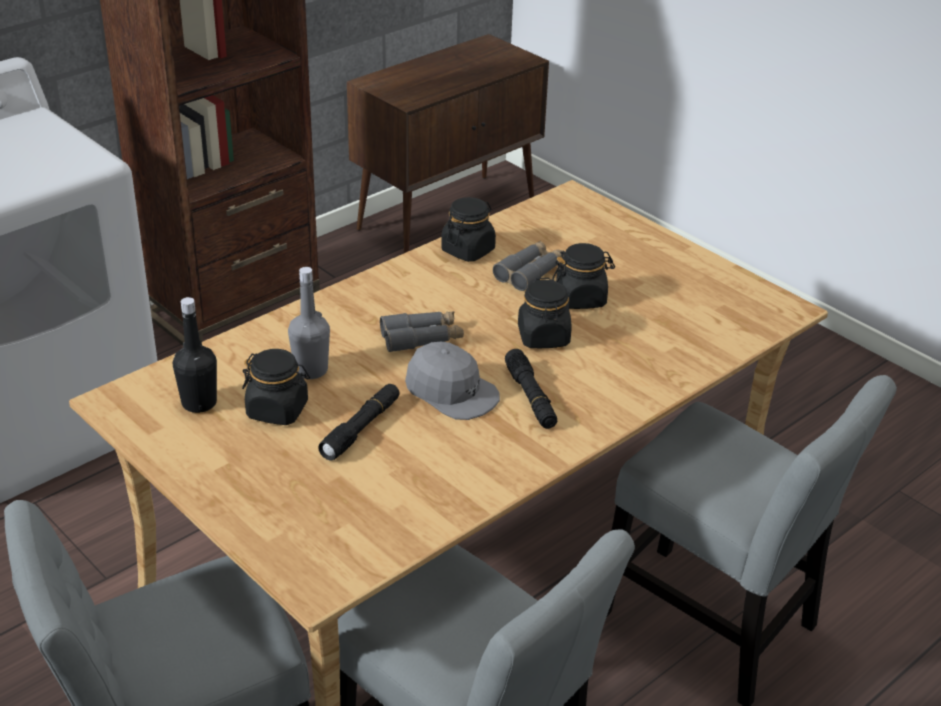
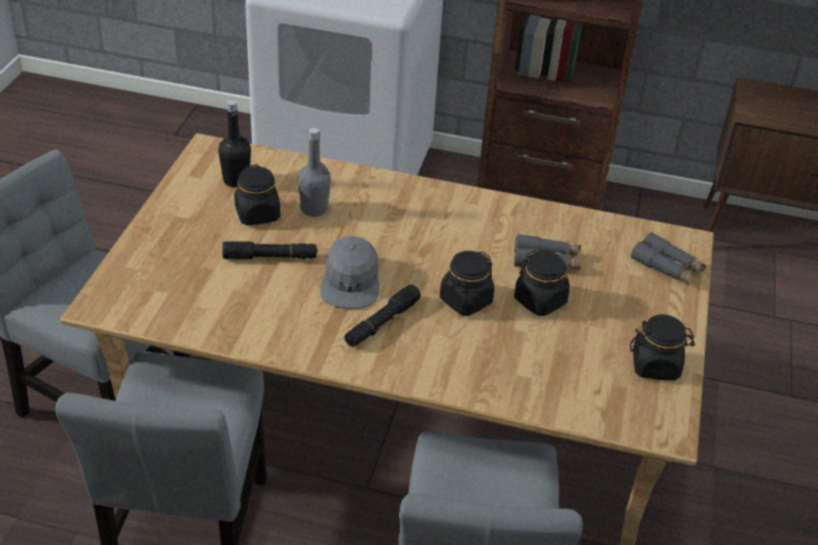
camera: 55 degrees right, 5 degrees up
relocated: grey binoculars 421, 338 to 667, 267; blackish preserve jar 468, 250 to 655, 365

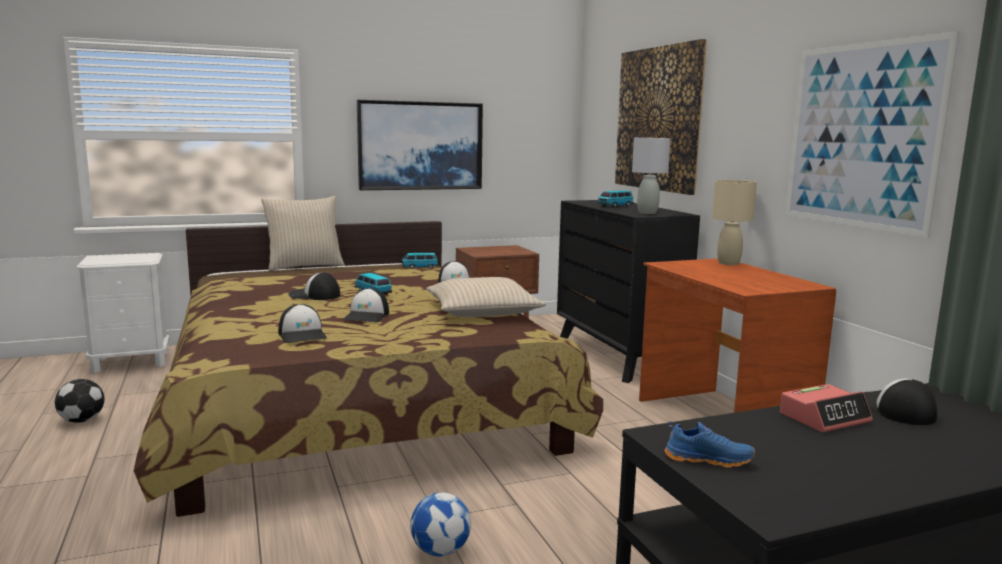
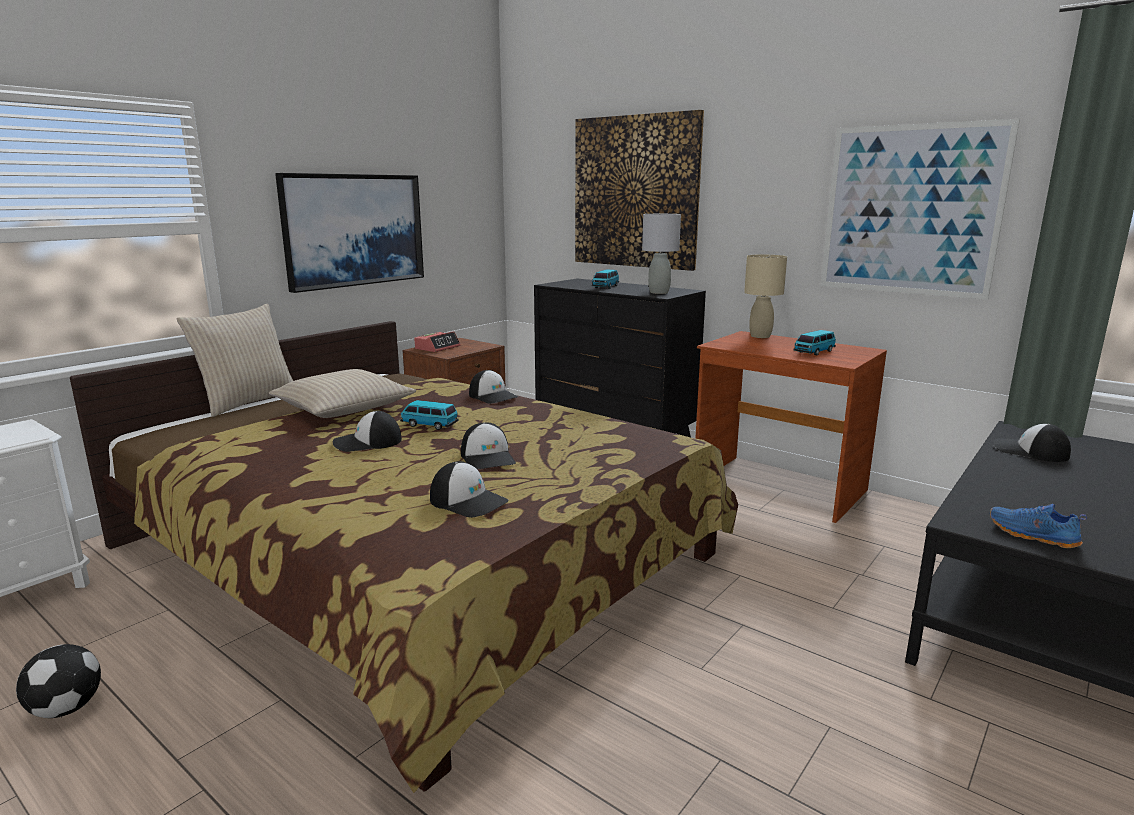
camera: 30 degrees left, 5 degrees up
missing: football ball 440, 551
relocated: miniature car 419, 267 to 814, 352; beige pillow 482, 311 to 343, 408; table clock 824, 418 to 437, 347
spun: bluish item of footwear 708, 459 = 1032, 535 120 degrees counterclockwise

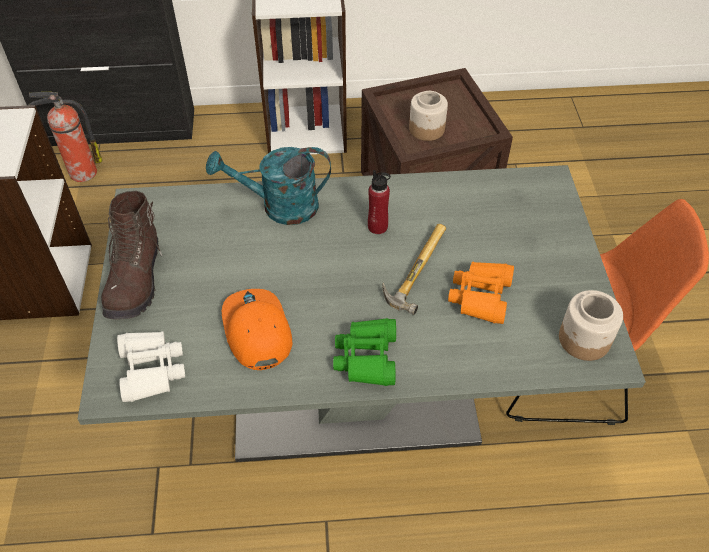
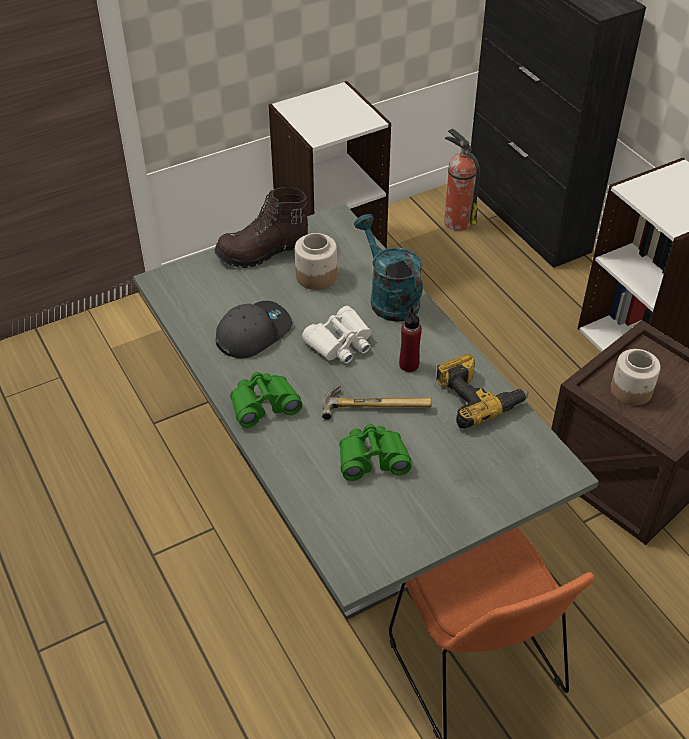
camera: 65 degrees right, 5 degrees down
appeared: power drill 477, 397
relocated: white-coloured binoculars 151, 370 to 340, 343; preserve jar 584, 340 to 315, 276
colour: orange-coloured peaked cap 256, 331 to grey peaked cap 253, 332; orange-coloured binoculars 481, 296 to green binoculars 372, 458

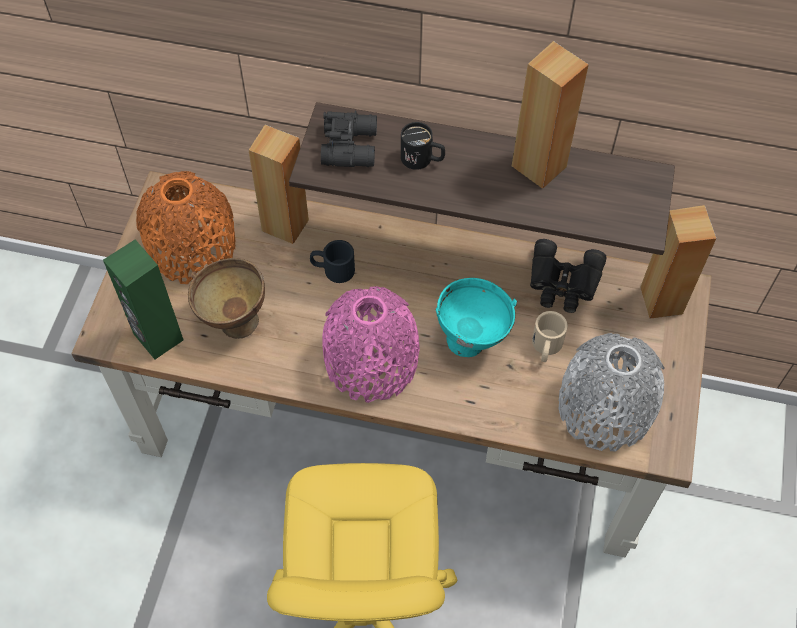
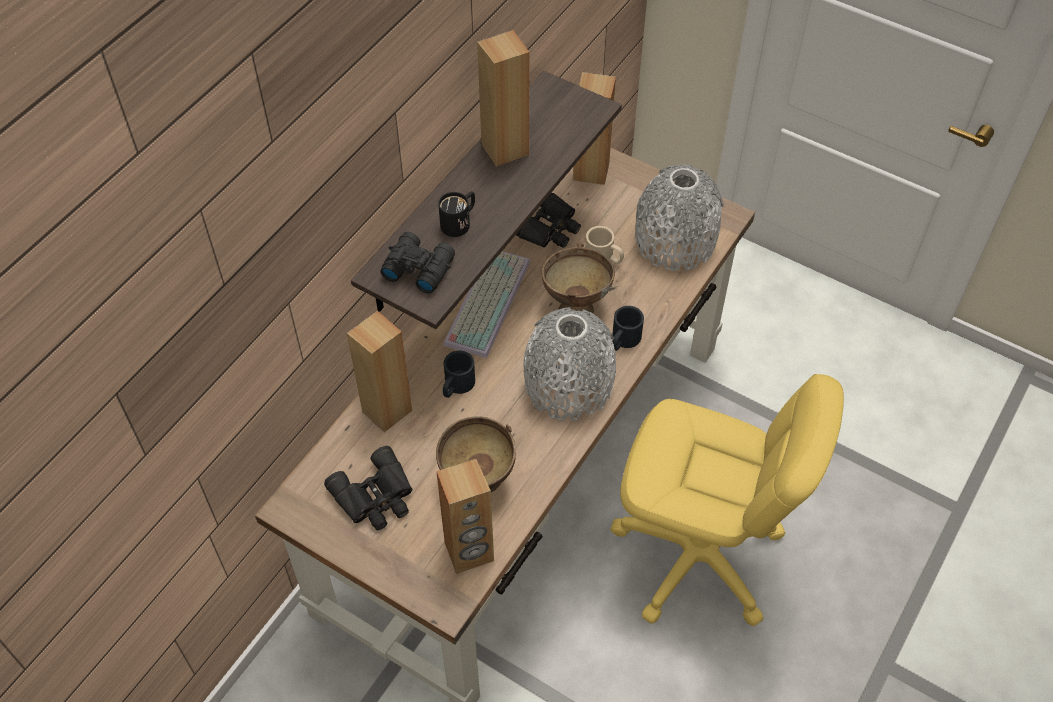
camera: 70 degrees left, 5 degrees down
appeared: PC keyboard 486, 300; blackish coffee mug 623, 341
exchanged: orange-coloured vase 192, 248 to blackish binoculars 376, 497
colour: green loudspeaker 158, 337 to brownish loudspeaker 469, 552; pinkish vase 371, 362 to grey vase 568, 384; blue-green deep dish 473, 339 to brownish deep dish 576, 304

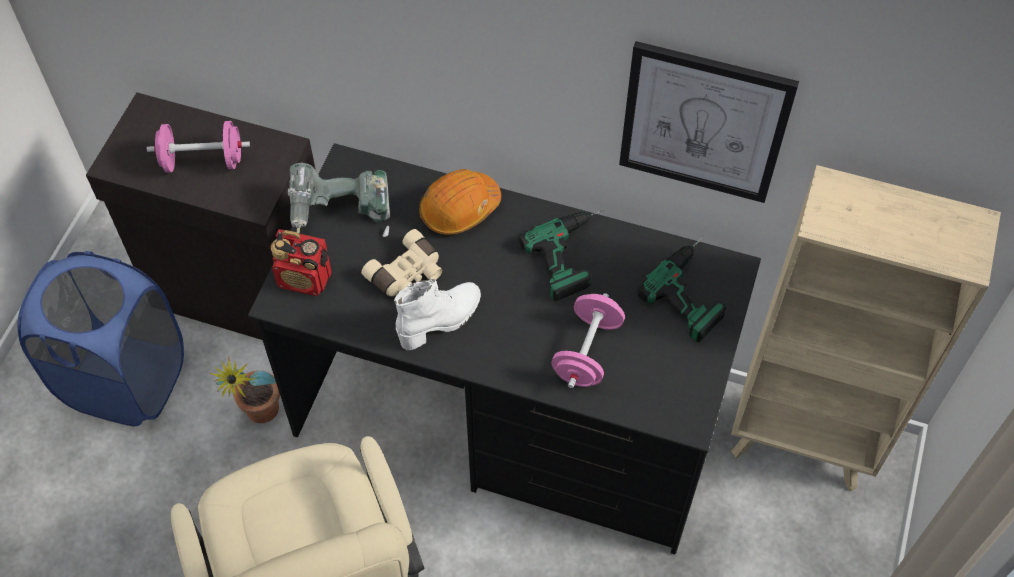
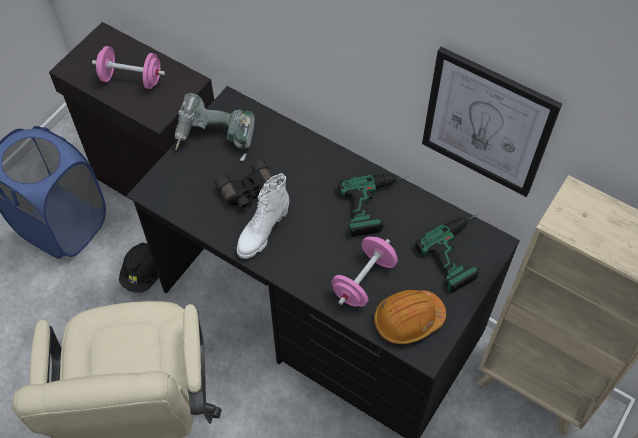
camera: 15 degrees right, 0 degrees up
missing: radio 305, 279
relocated: orange-coloured work helmet 459, 209 to 408, 320
exchanged: houseplant 259, 418 to blackish work helmet 144, 273
colour: beige binoculars 407, 275 to blackish binoculars 249, 192
spun: white-coloured tall boot 441, 321 = 262, 232 150 degrees clockwise

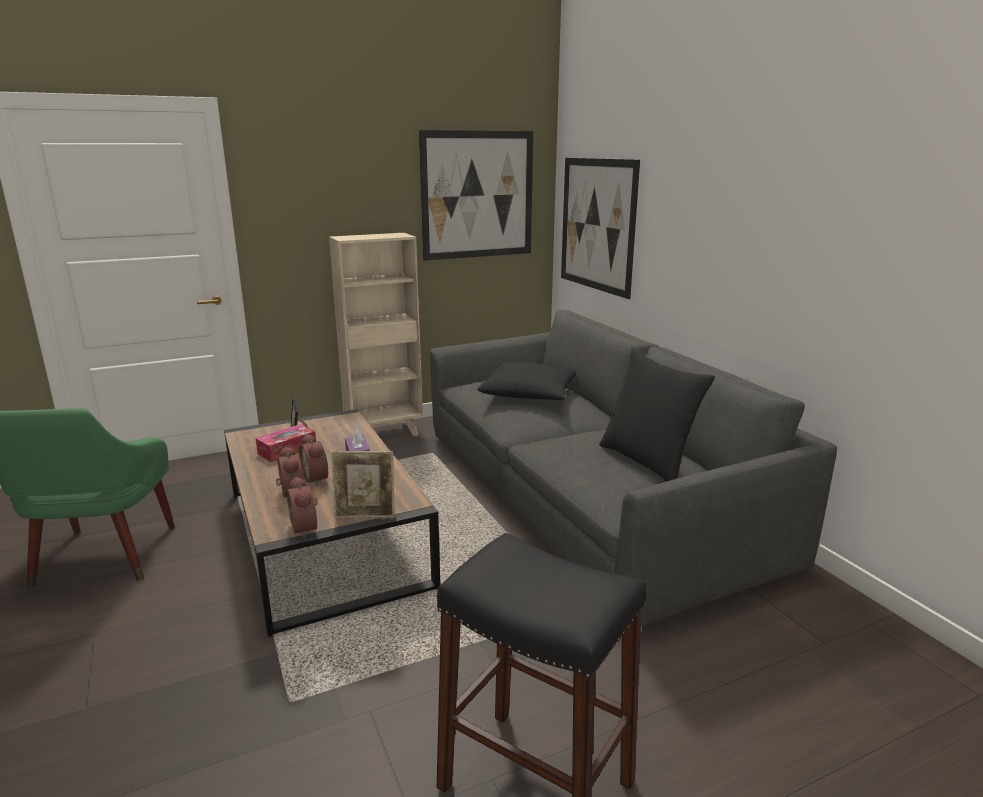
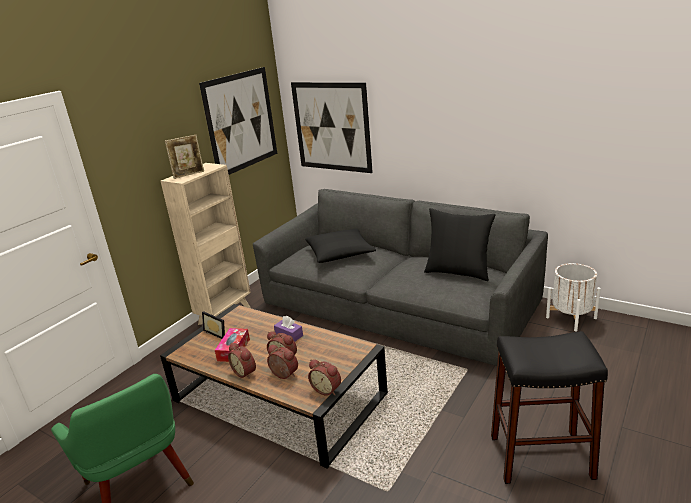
camera: 30 degrees left, 5 degrees up
appeared: table clock 245, 372; white-coloured plant pot 571, 318
relocated: picture frame 365, 516 to 189, 174

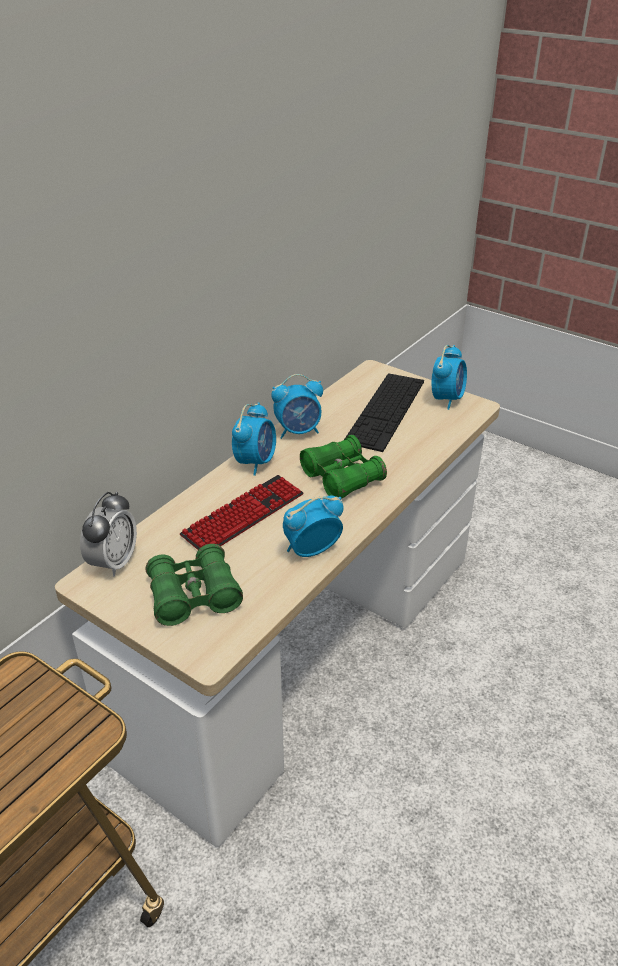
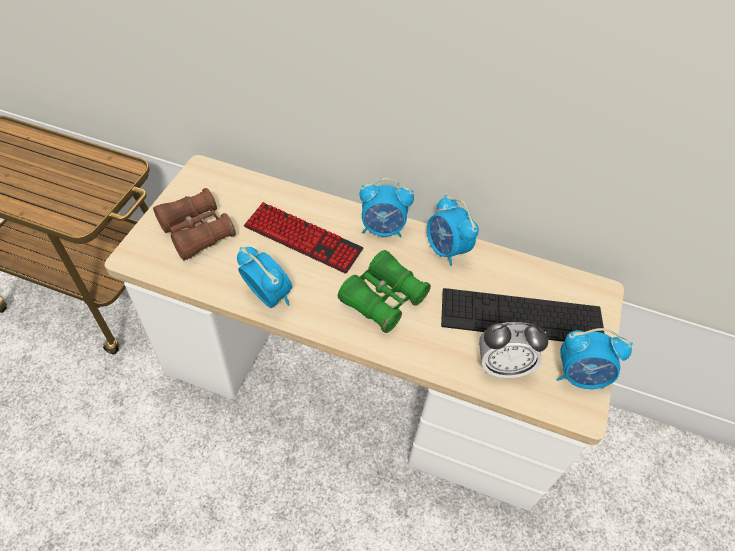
camera: 70 degrees right, 15 degrees up
relocated: table clock 114, 562 to 502, 366
colour: green binoculars 194, 596 to brownish binoculars 196, 232

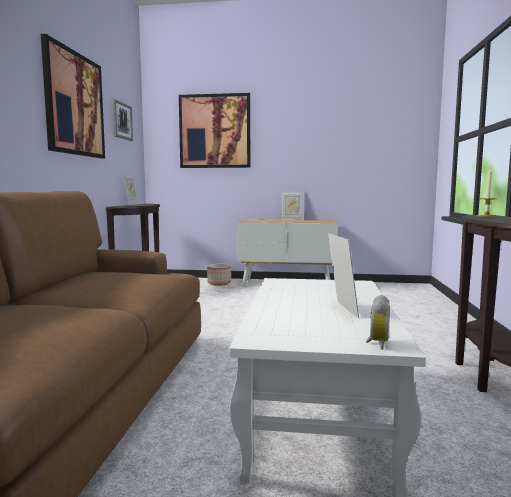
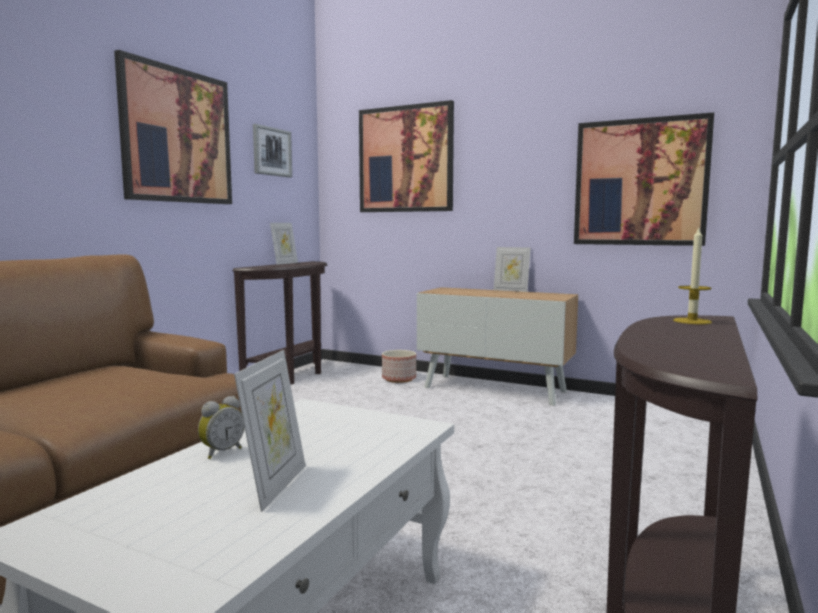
camera: 20 degrees right, 0 degrees up
appeared: wall art 640, 182
relocated: table clock 376, 343 to 221, 452

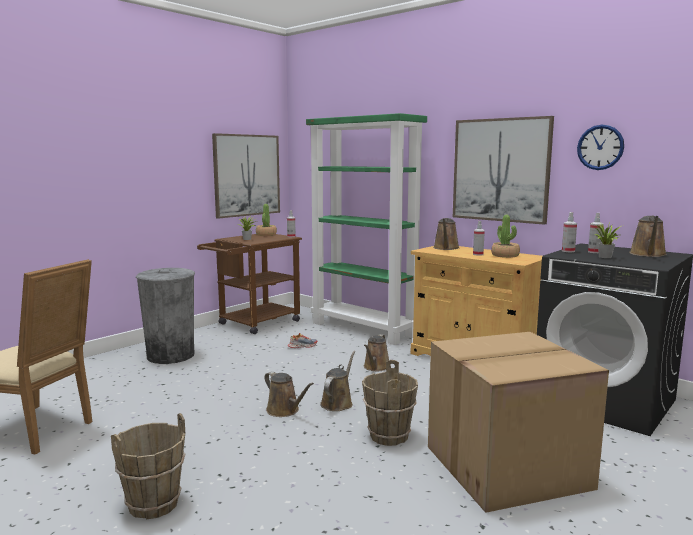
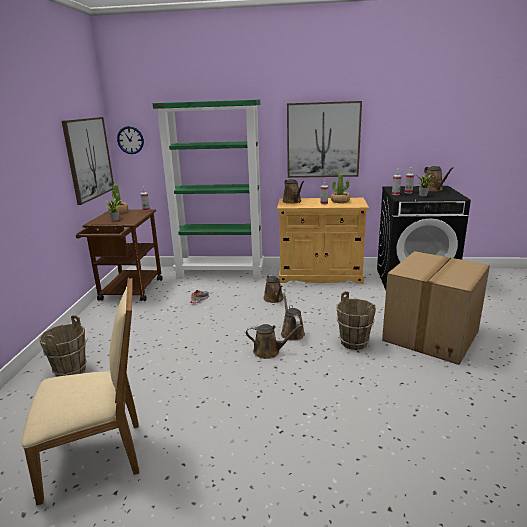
camera: 35 degrees left, 10 degrees up
missing: grey trash can 171, 355
relocated: brownish water bucket 153, 504 to 70, 371; hanging clock 600, 147 to 130, 140

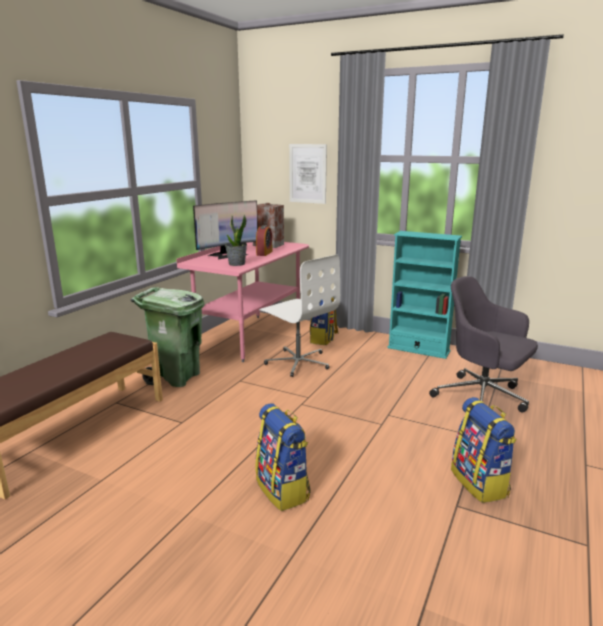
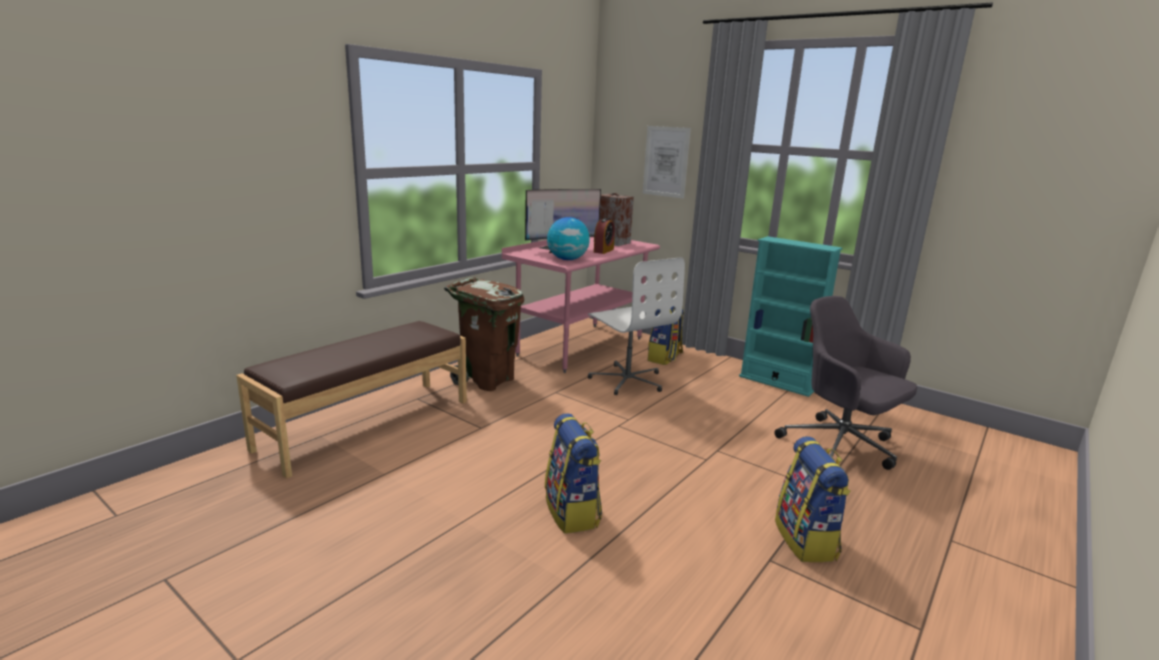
camera: 10 degrees right, 0 degrees up
exchanged: houseplant 236, 264 to desk globe 567, 259
colour: green trash can 176, 377 to brownish trash can 487, 380

